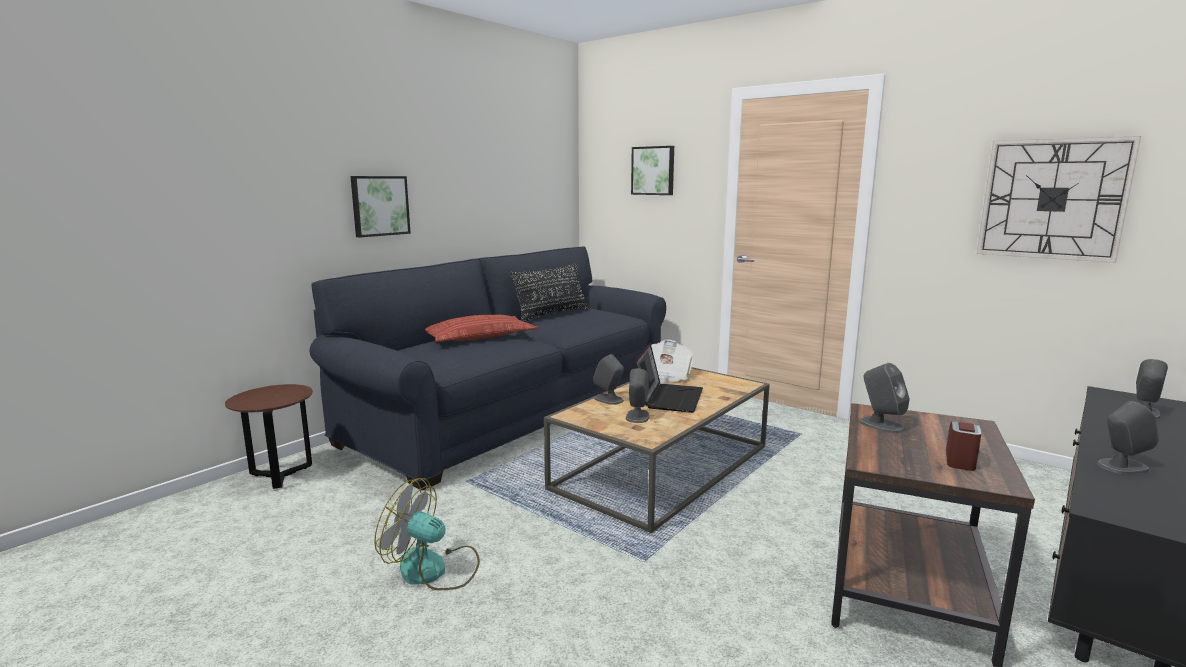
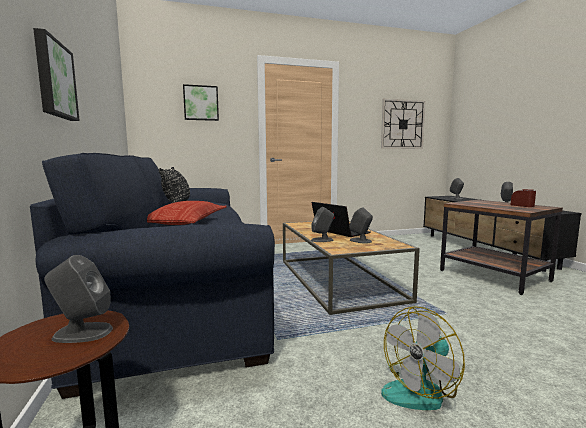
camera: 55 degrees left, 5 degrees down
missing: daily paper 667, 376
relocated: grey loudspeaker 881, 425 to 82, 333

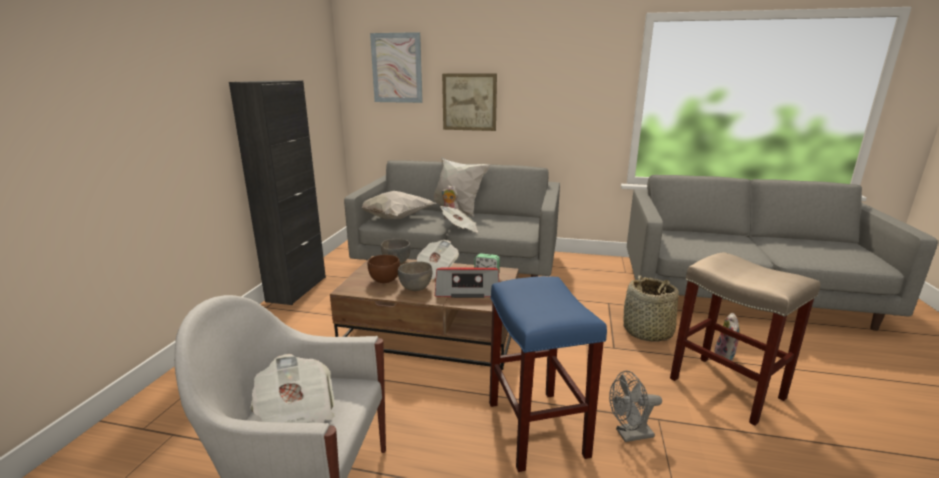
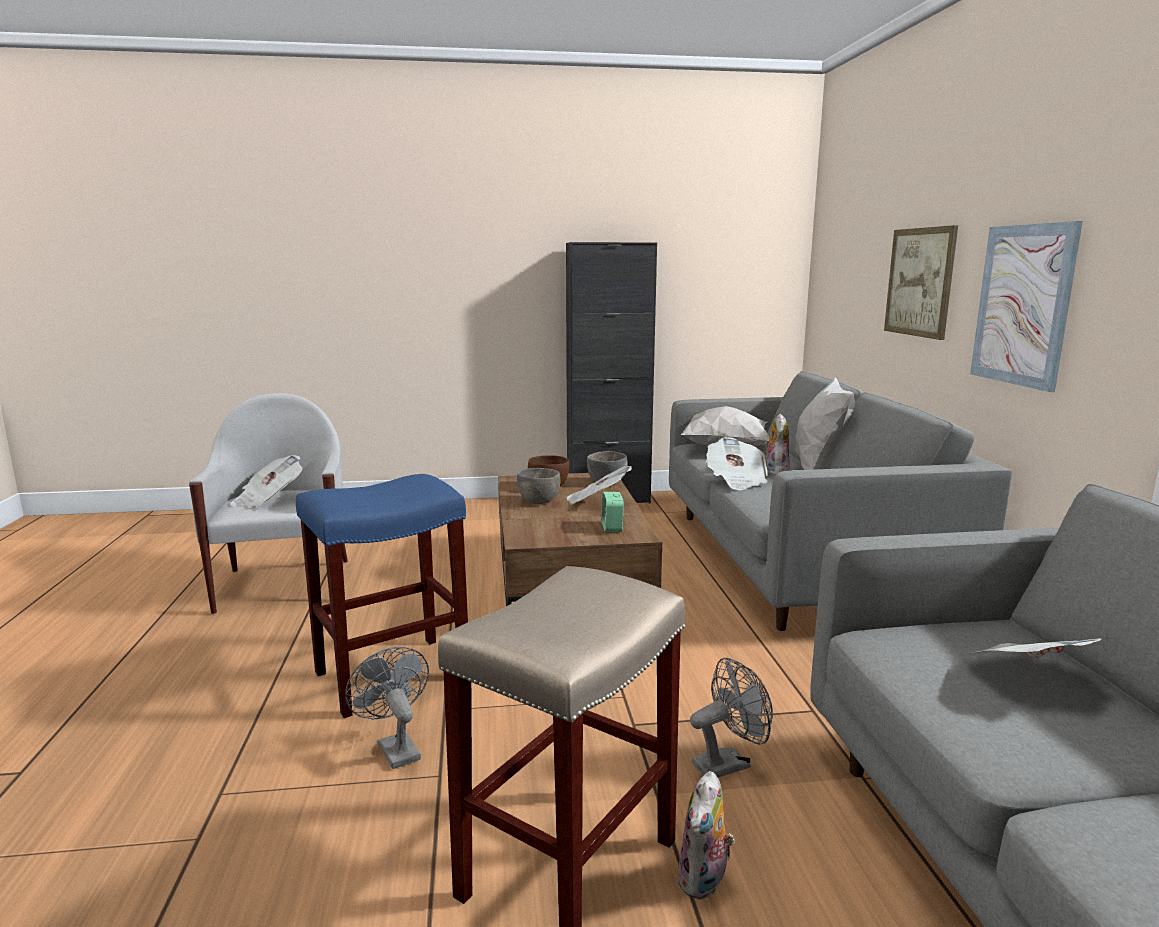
camera: 70 degrees right, 5 degrees down
missing: radio 467, 290
appeared: daily paper 1027, 676
relocated: wall art 397, 68 to 1022, 305
exchanged: household basket 647, 332 to grey fan 728, 763
spun: cuddly toy 726, 357 = 704, 881 60 degrees counterclockwise

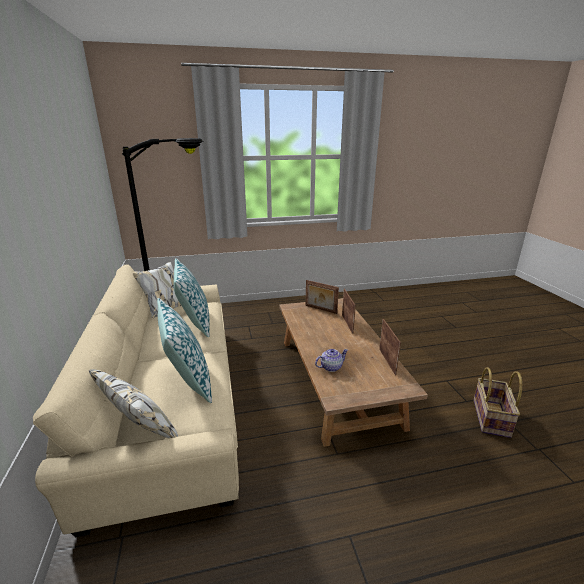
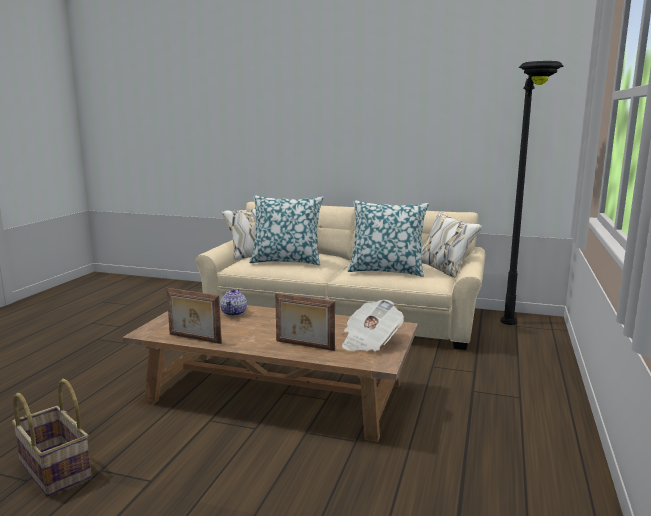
camera: 120 degrees right, 10 degrees down
exchanged: picture frame 320, 309 to daily paper 370, 342

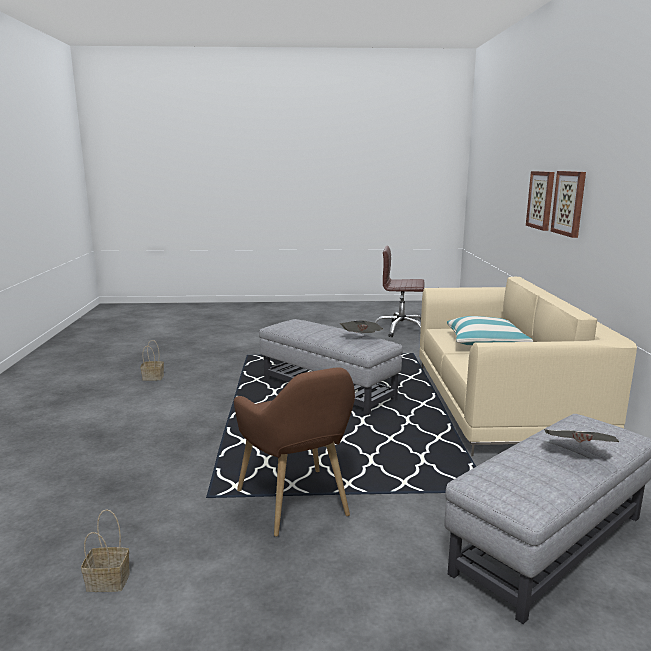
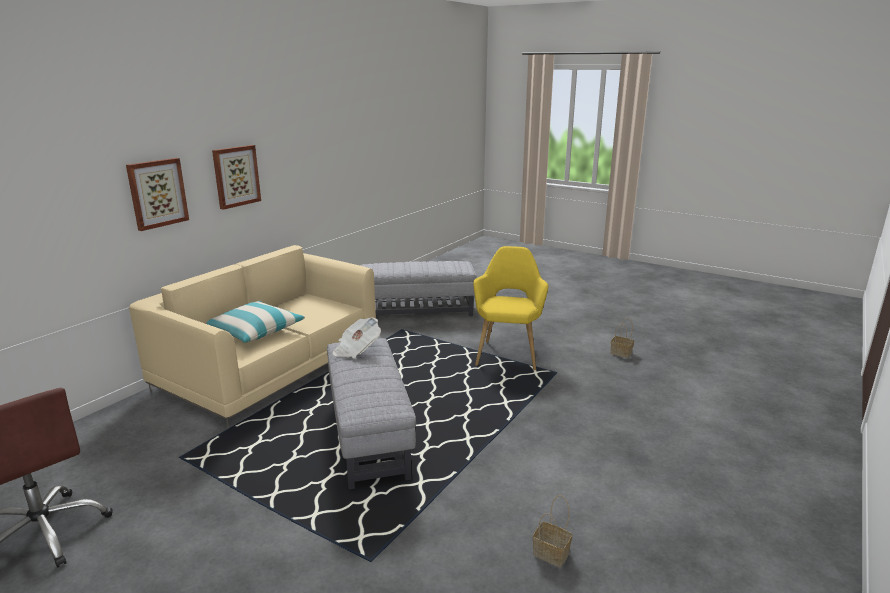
camera: 145 degrees left, 5 degrees up
missing: daily paper 577, 453
relocated: wall art 541, 200 to 236, 176
colour: brownish easy chair 297, 506 to yellowish easy chair 508, 353

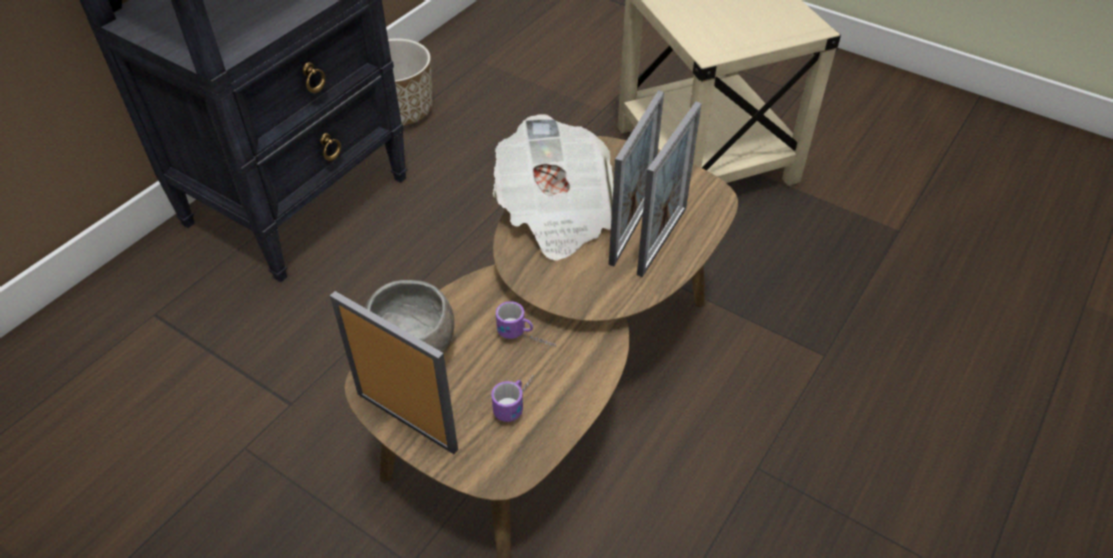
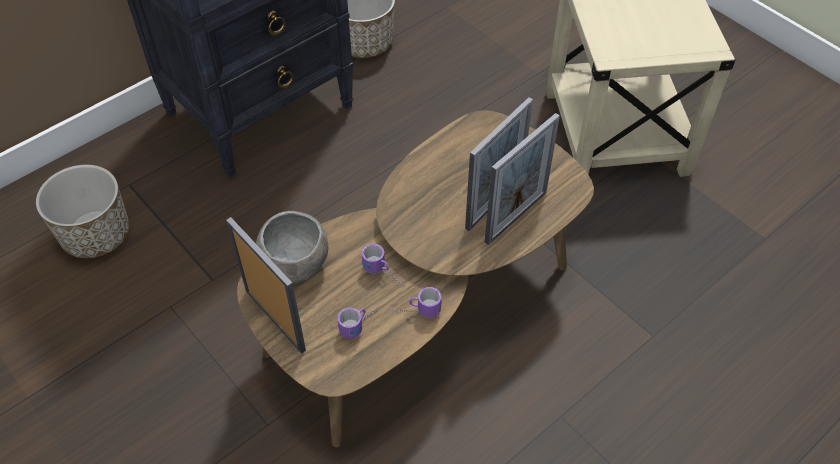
camera: 15 degrees right, 5 degrees up
missing: daily paper 555, 213
appeared: plant pot 96, 234; coffee mug 415, 311

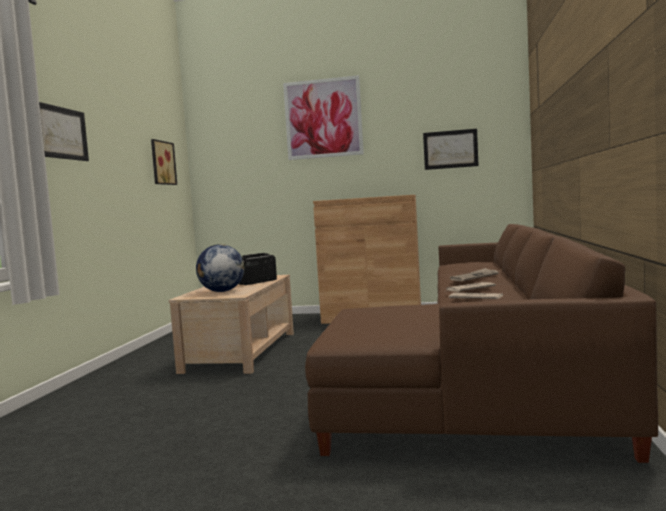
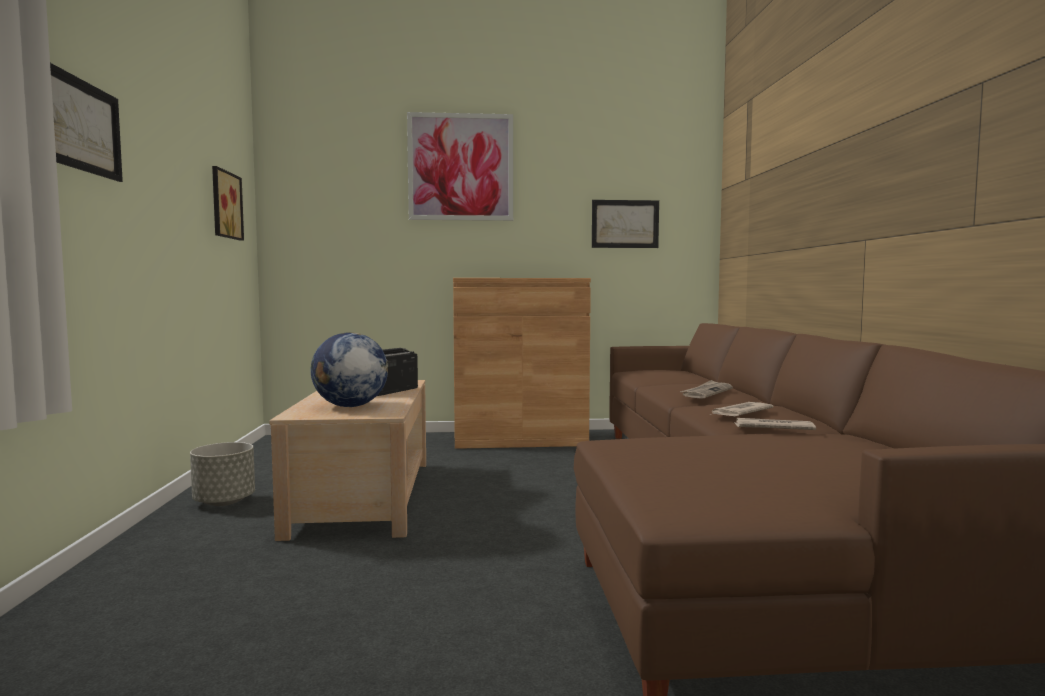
camera: 15 degrees left, 0 degrees up
appeared: grey plant pot 224, 502

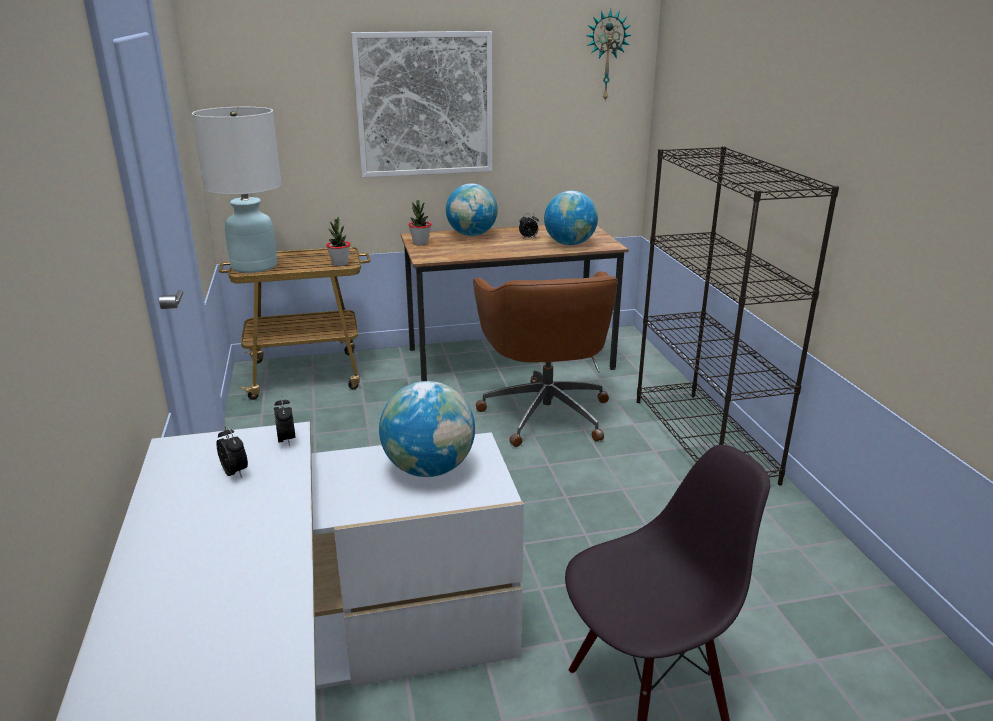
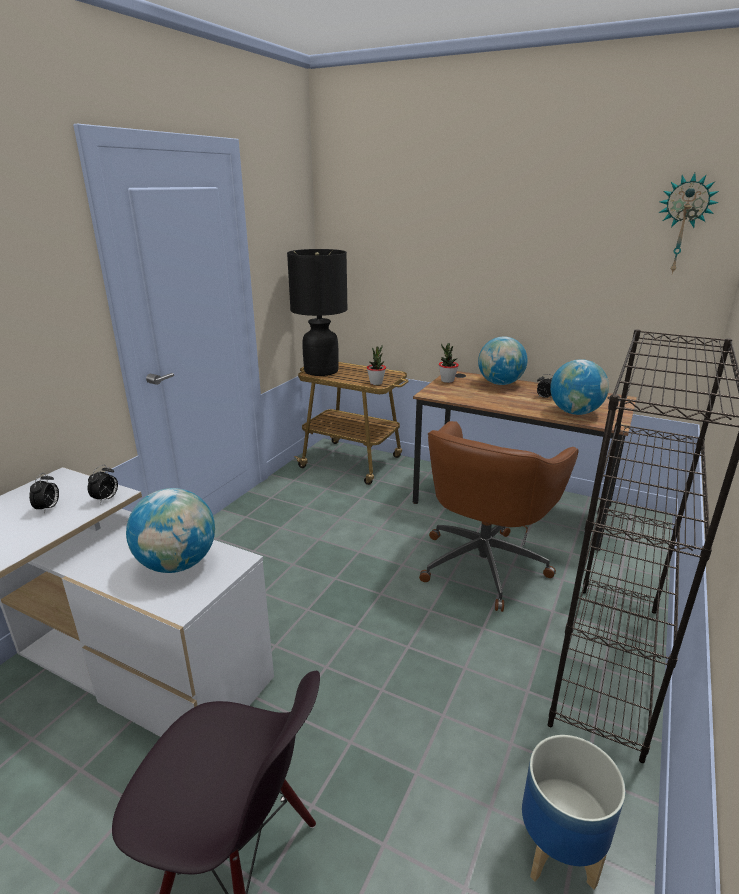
camera: 40 degrees right, 0 degrees up
missing: wall art 424, 105
appeared: plant pot 559, 852
colour: white-coloured lamp for a table 254, 266 to blackish lamp for a table 321, 371

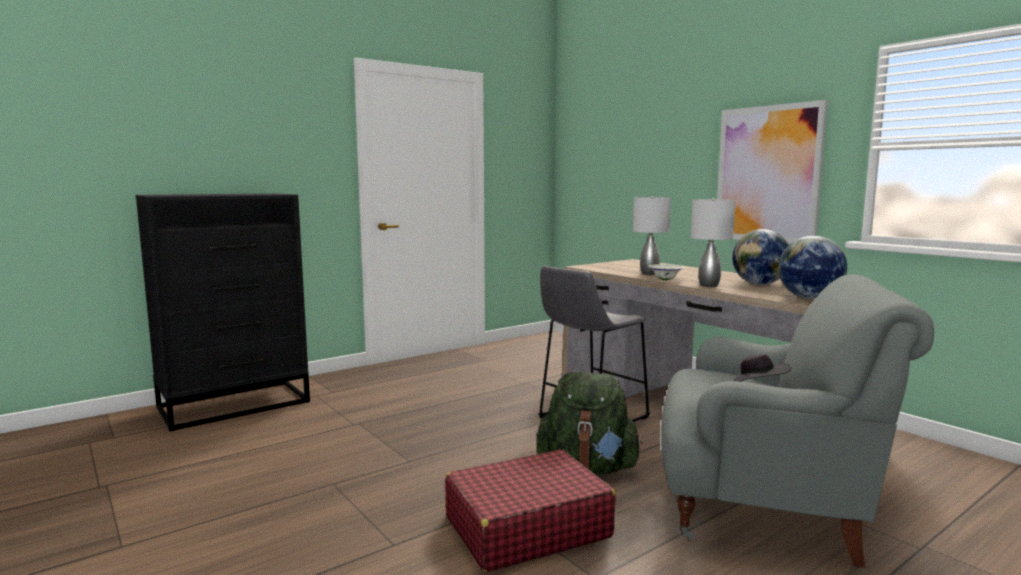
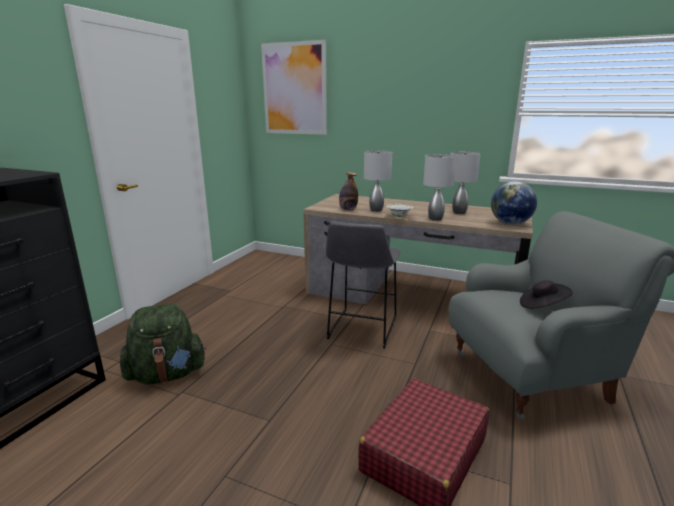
camera: 30 degrees left, 10 degrees up
appeared: beverage bottle 348, 210
relocated: green rucksack 587, 468 to 167, 374; wall art 767, 174 to 294, 89
exchanged: desk globe 759, 284 to grey lamp for a table 459, 212

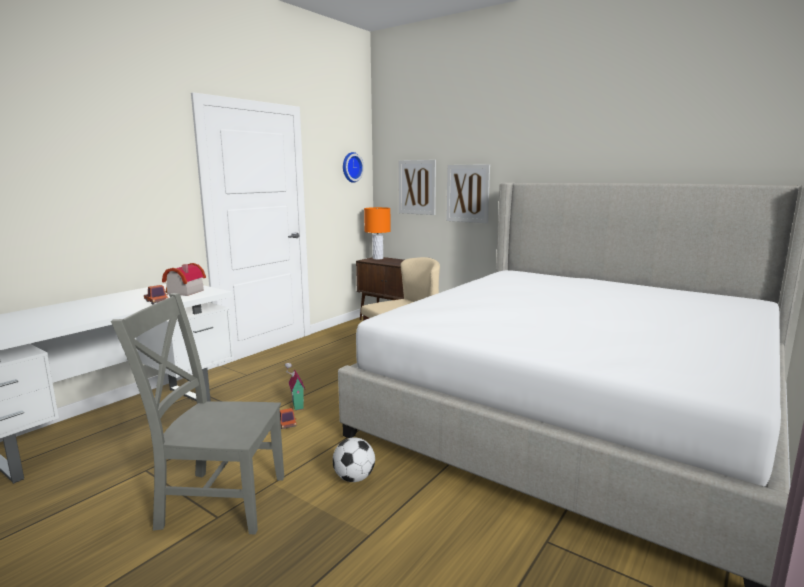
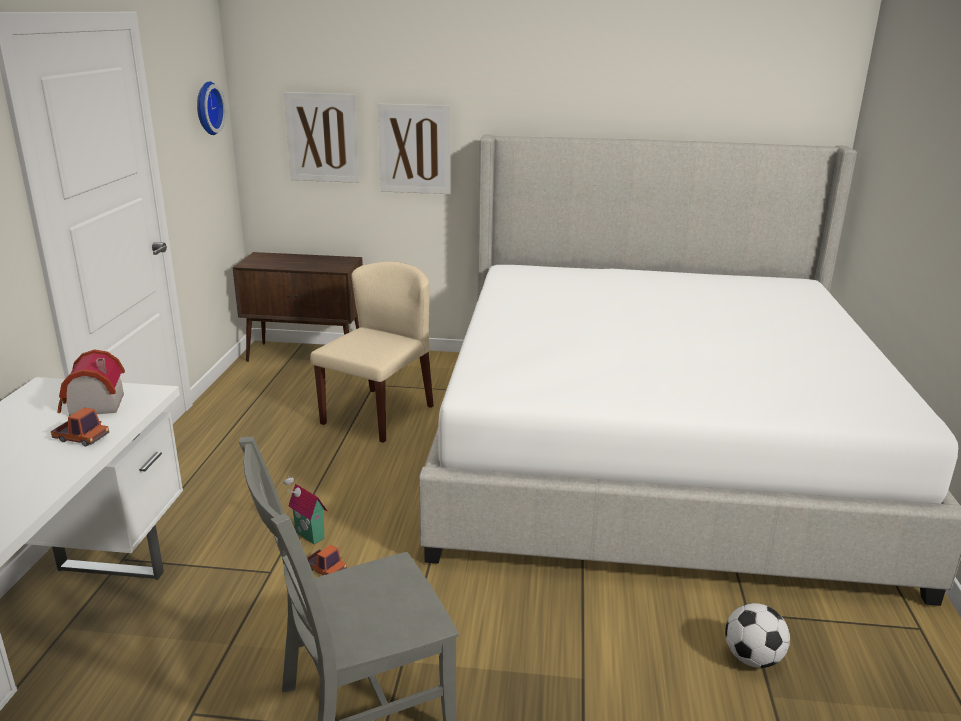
camera: 30 degrees left, 10 degrees up
missing: orange-coloured lamp for a table 377, 258
relocated: football ball 354, 478 to 753, 658

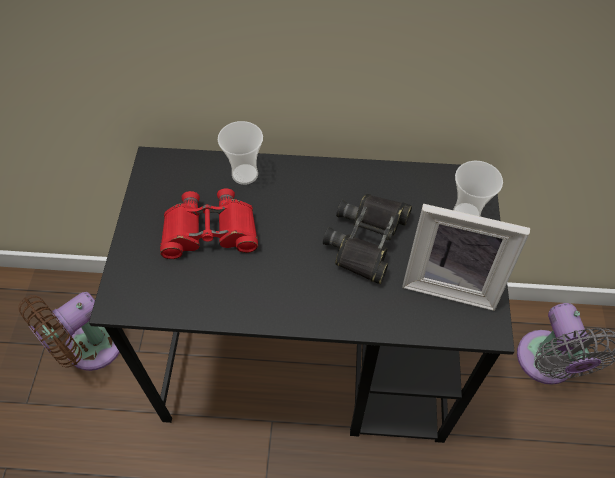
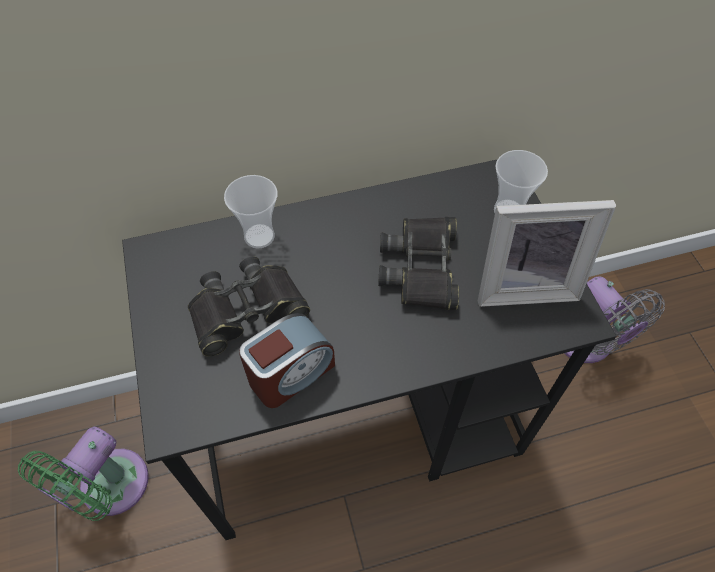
camera: 20 degrees left, 0 degrees up
appeared: table clock 291, 373
colour: brownish fan 88, 348 to green fan 109, 489; reddish binoculars 210, 231 to blackish binoculars 246, 310

